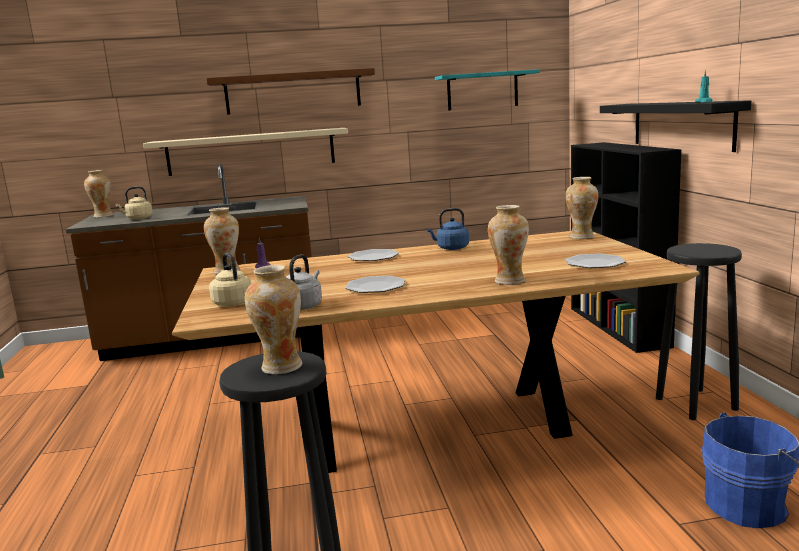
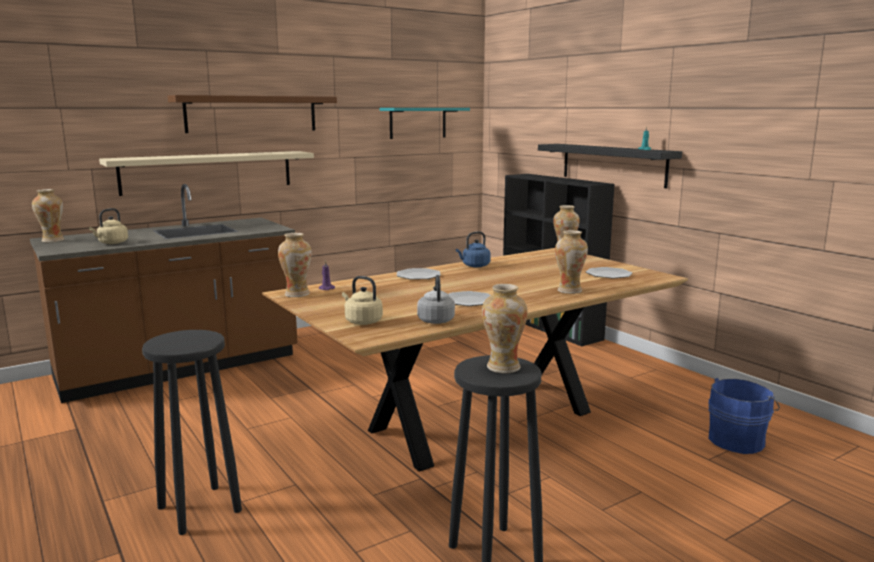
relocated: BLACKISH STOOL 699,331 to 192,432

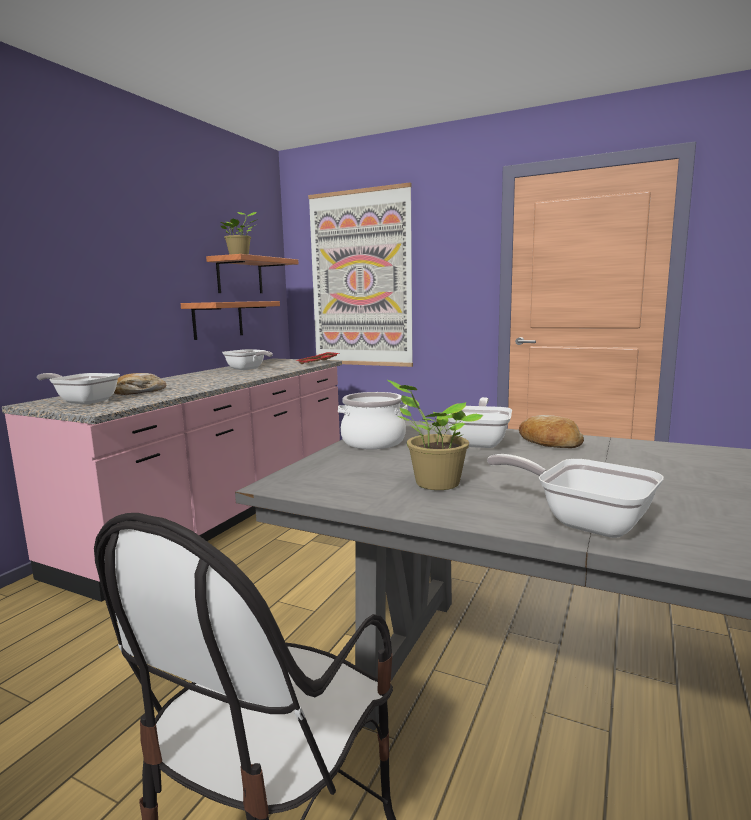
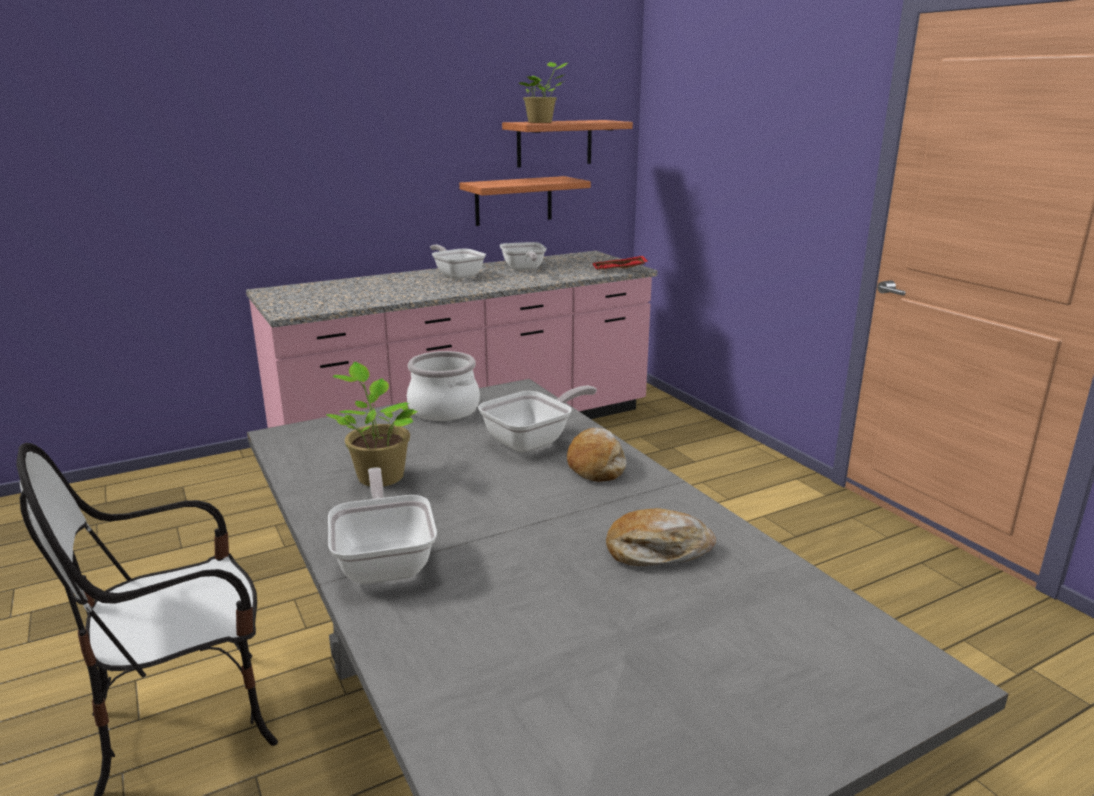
missing: WALL PICTURE 360,274
relocated: FRYING PAN 78,388 to 458,262; BAKERY BREAD 140,384 to 661,537

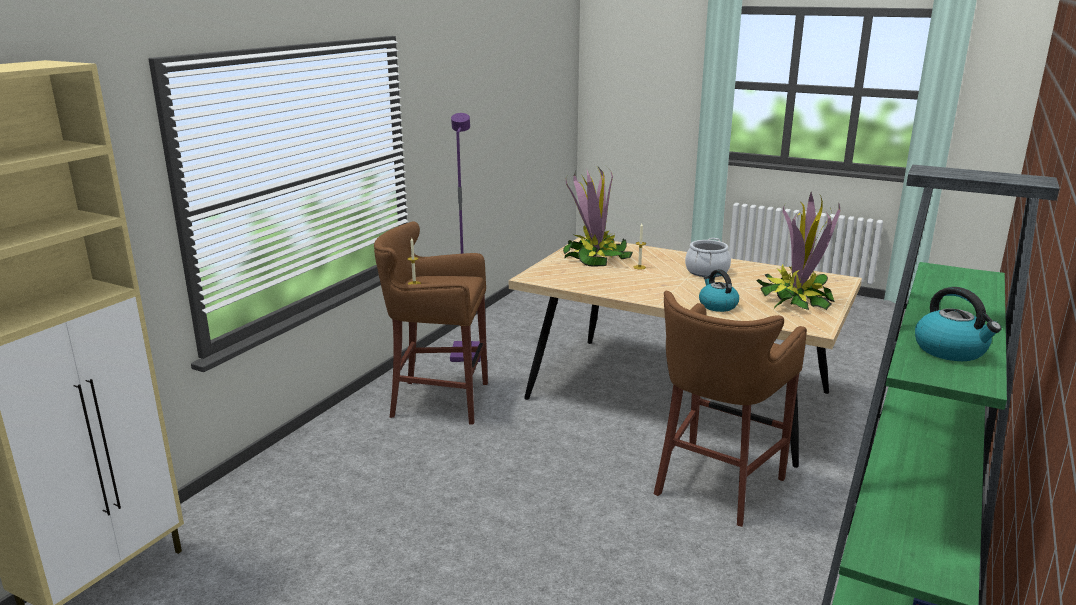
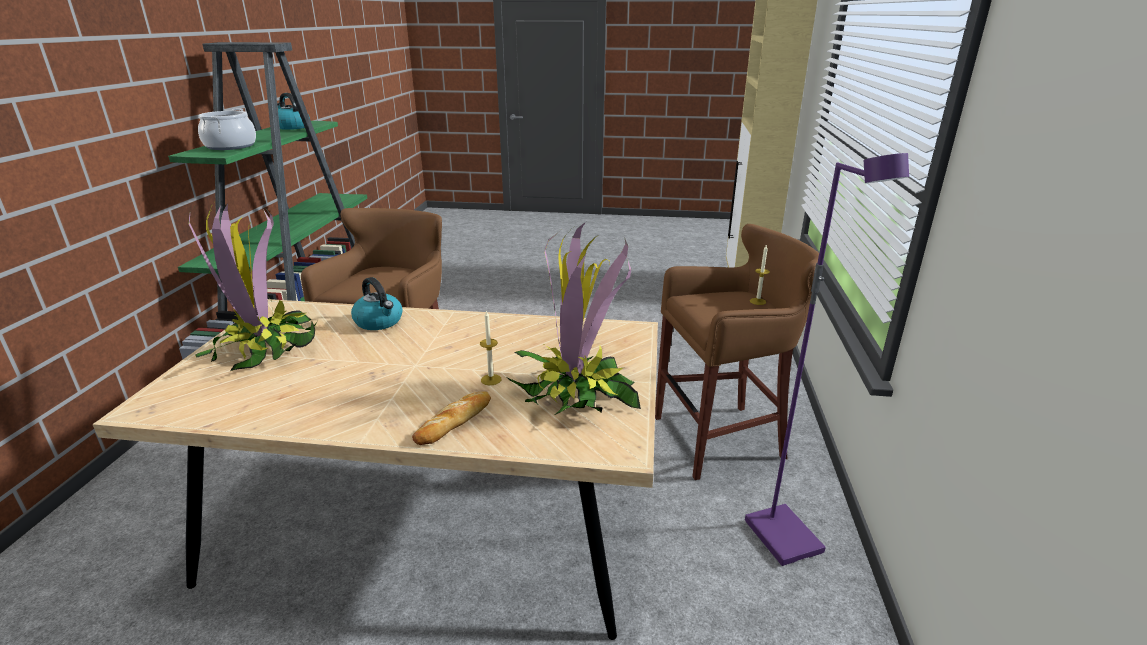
appeared: BAKERY BREAD 451,418
relocated: SAUCEPOT 708,257 to 227,129

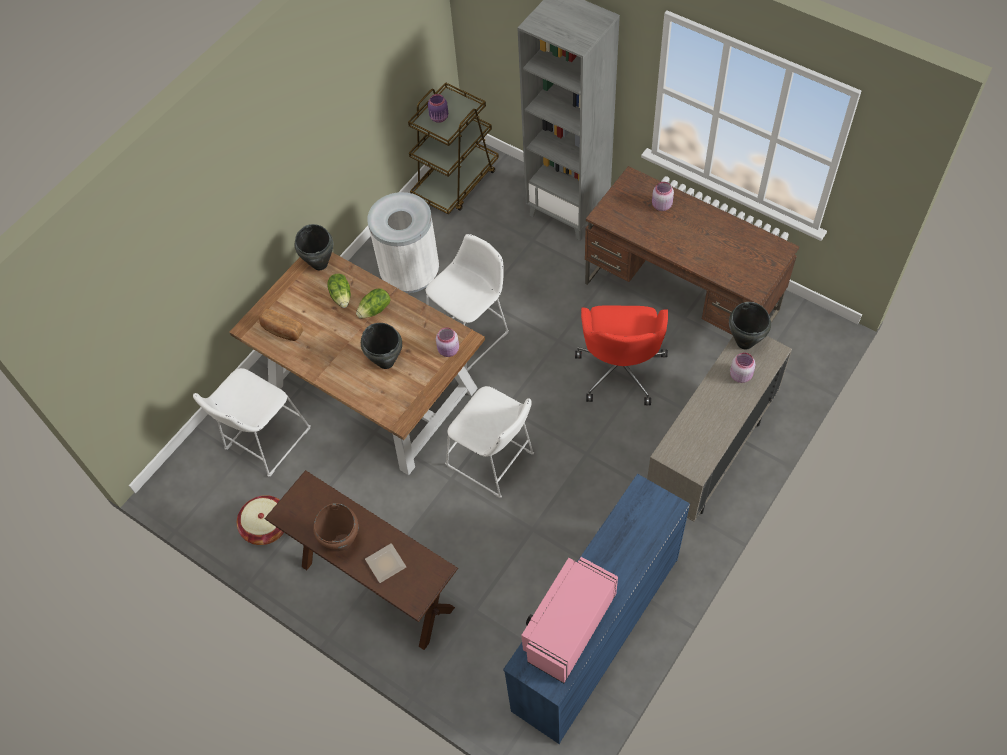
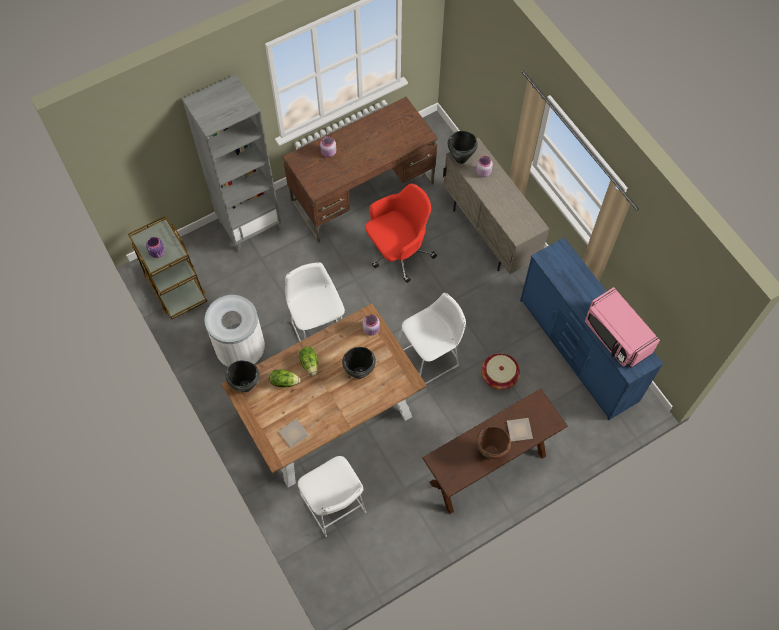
relocated: STORAGE BASKET 260,520 to 501,371
exchanged: BAKERY BREAD 281,325 to FLAT DISH 293,433
spun: REDDISH DESK CHAIR 621,355 = 401,233 60 degrees counterclockwise

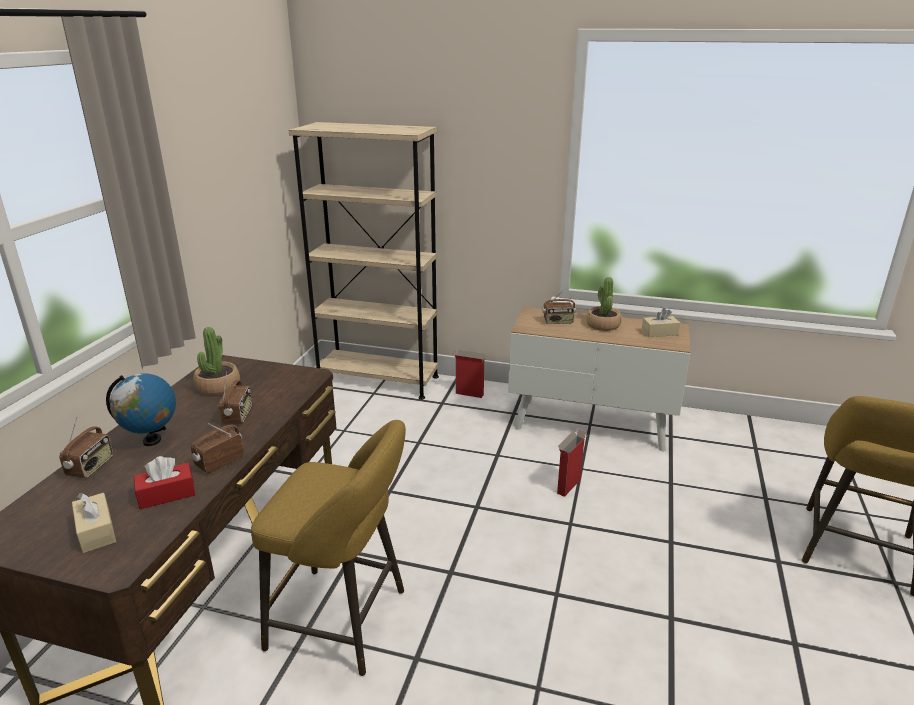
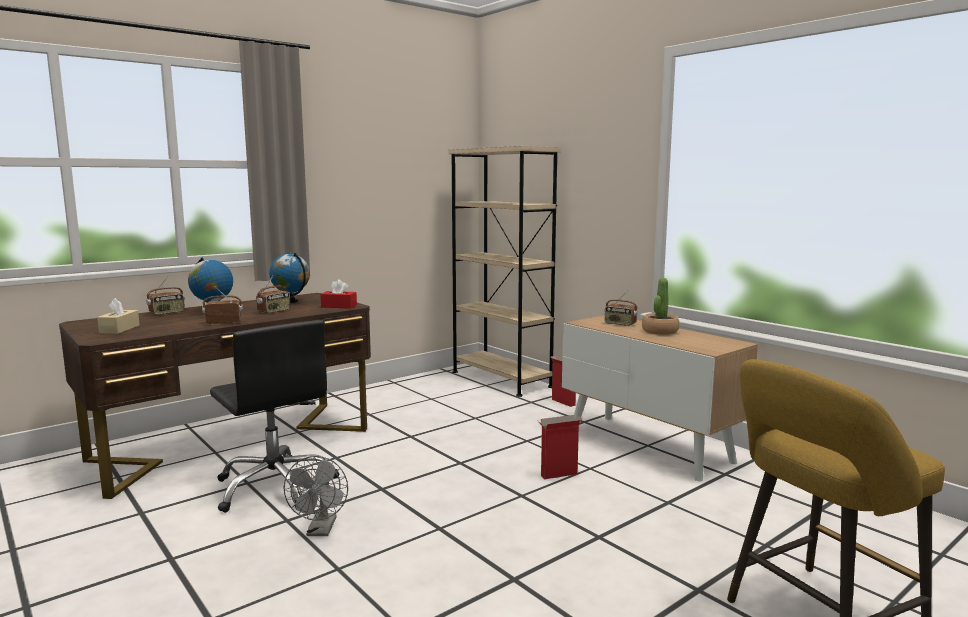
missing: BEIGE-COLOURED TISSUE HOLDER 661,322
appeared: GRAY COOLING FAN 316,496
relocated: REDDISH TISSUE HOLDER 164,482 to 338,294
exchanged: YELLOWISH STOOL 328,548 to BLACKISH DESK CHAIR 274,416; POTTED PLANT 216,361 to DESK GLOBE 289,278

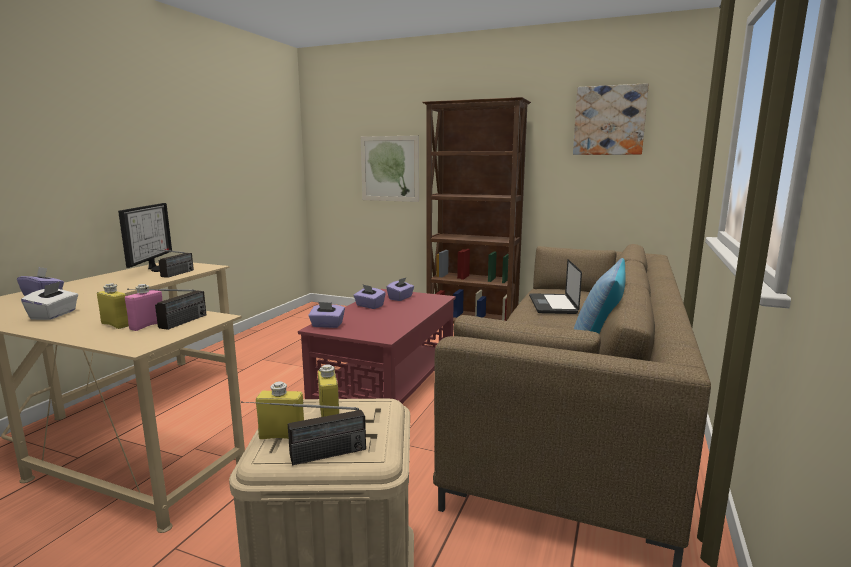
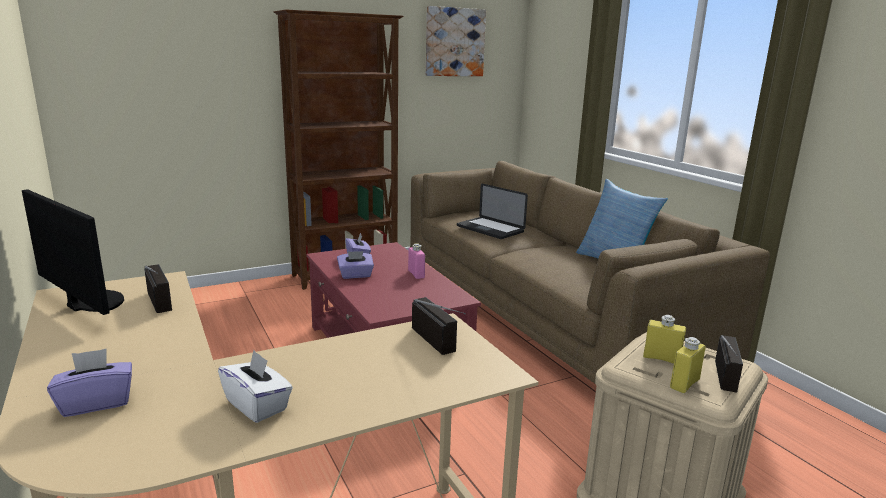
missing: YELLOWISH DRINK BOTTLE 113,306; PURPLE-COLOURED TISSUE HOLDER 326,315; WALL PICTURE 390,168
relocated: PINK DRINK BOTTLE 143,307 to 416,261

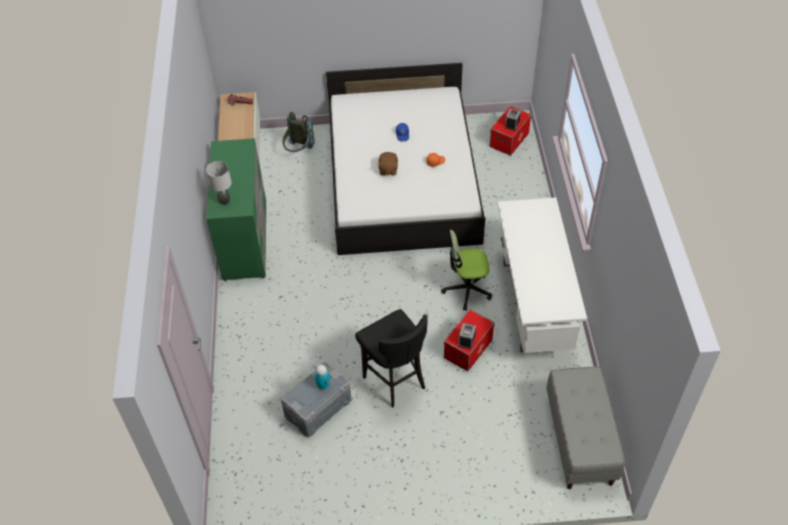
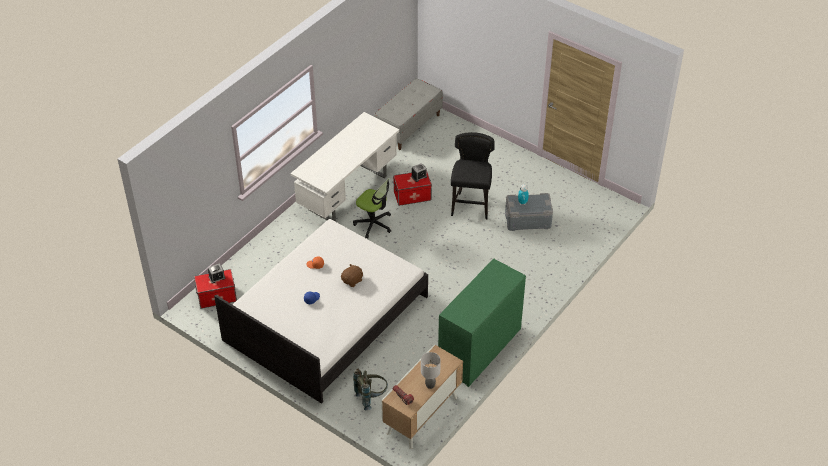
relocated: GRAY TABLETOP LAMP 219,183 to 431,370

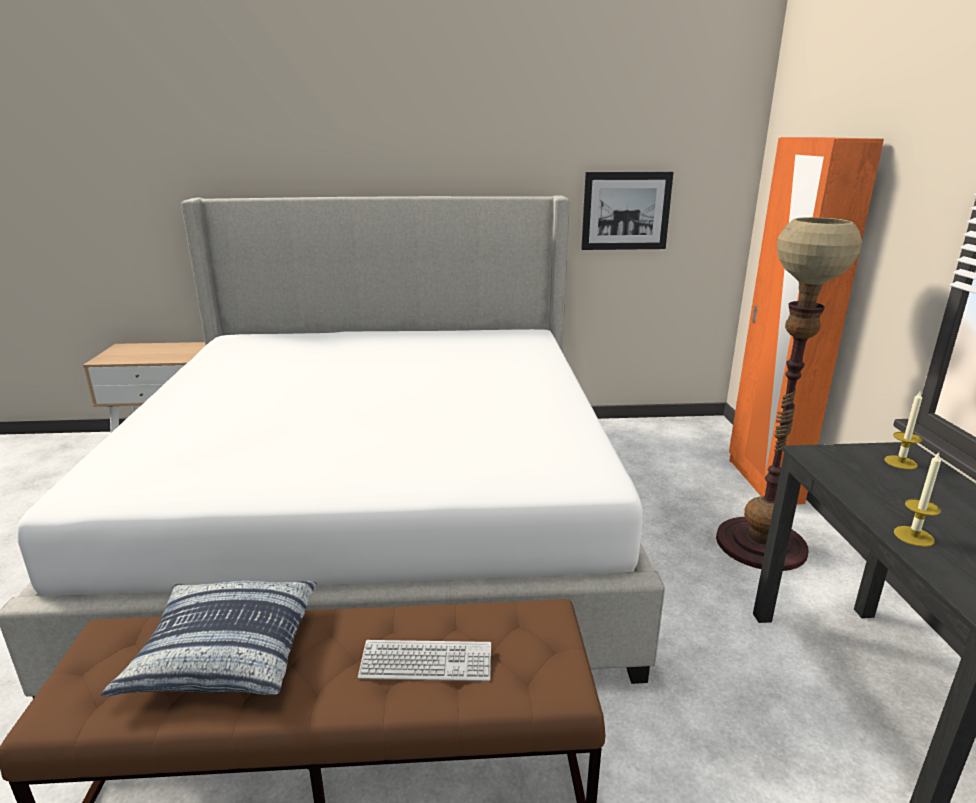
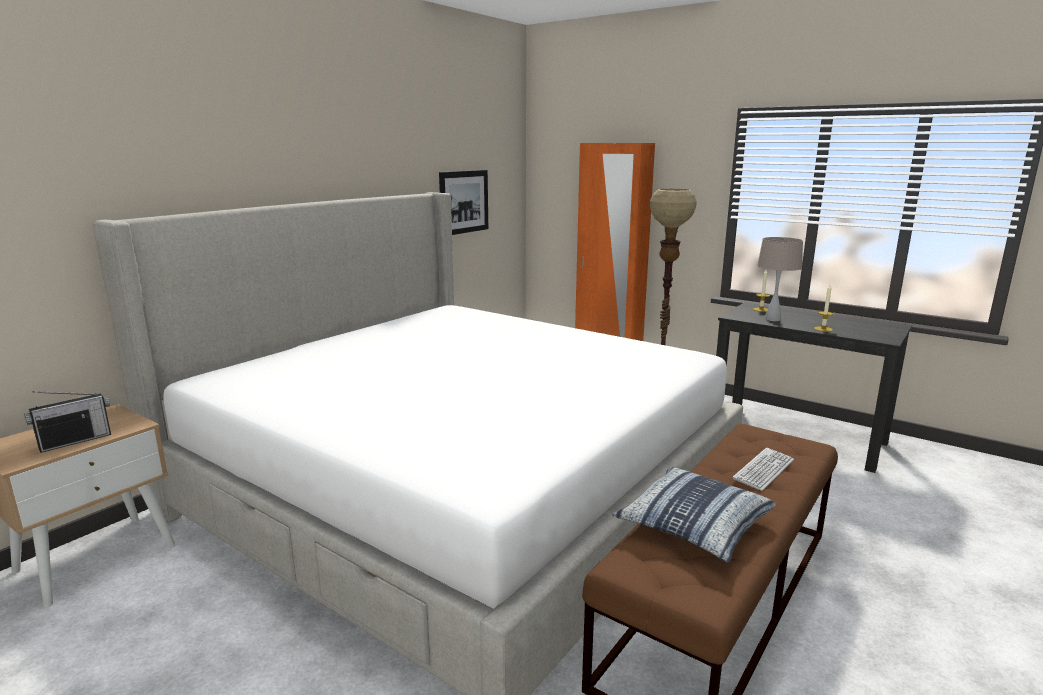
appeared: RADIO 67,422; BEIGE-COLOURED TABLETOP LAMP 780,279

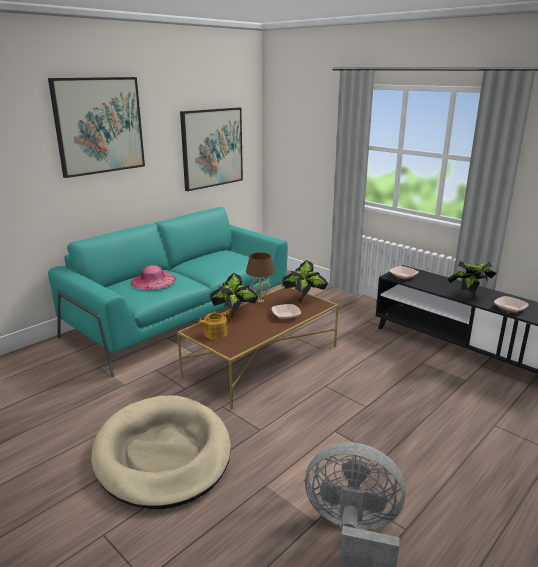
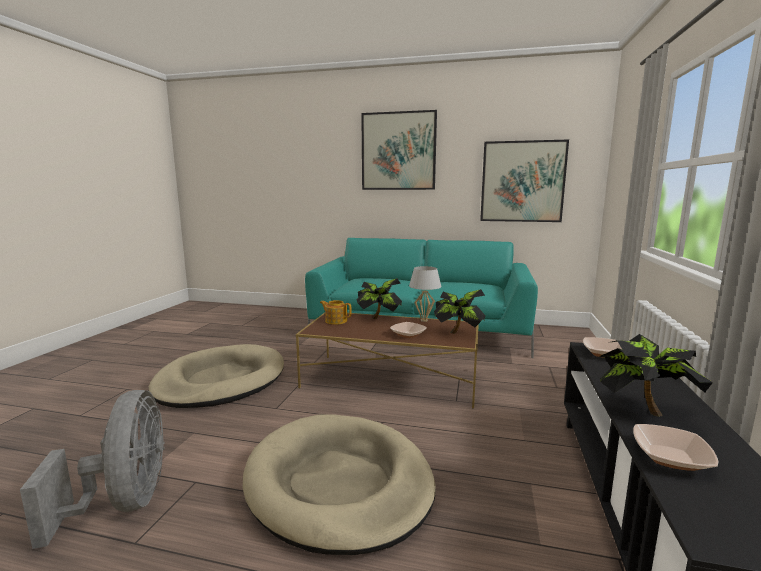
missing: PINK WEARABLE HAT 153,277
appeared: BEIGE-COLOURED DOG CUSHION 339,484
colour: BROWN-COLOURED TABLETOP LAMP 260,278 to WHITISH TABLETOP LAMP 425,294

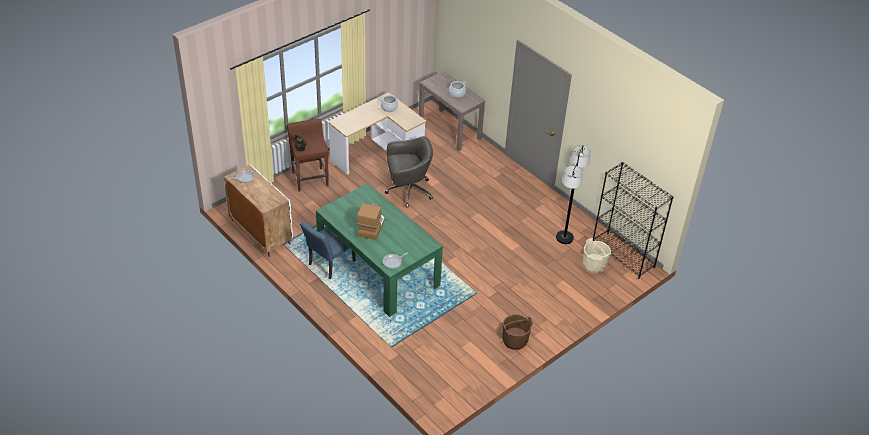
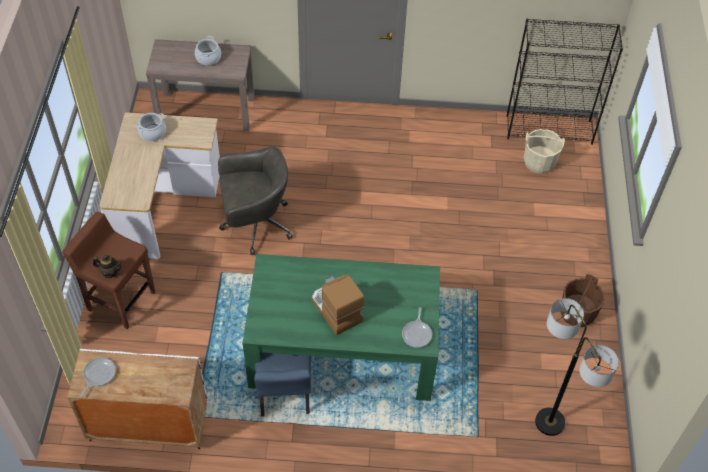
relocated: STANDARD LAMP 573,194 to 577,367
spun: GRAY DESK CHAIR 409,172 = 255,200 45 degrees clockwise

